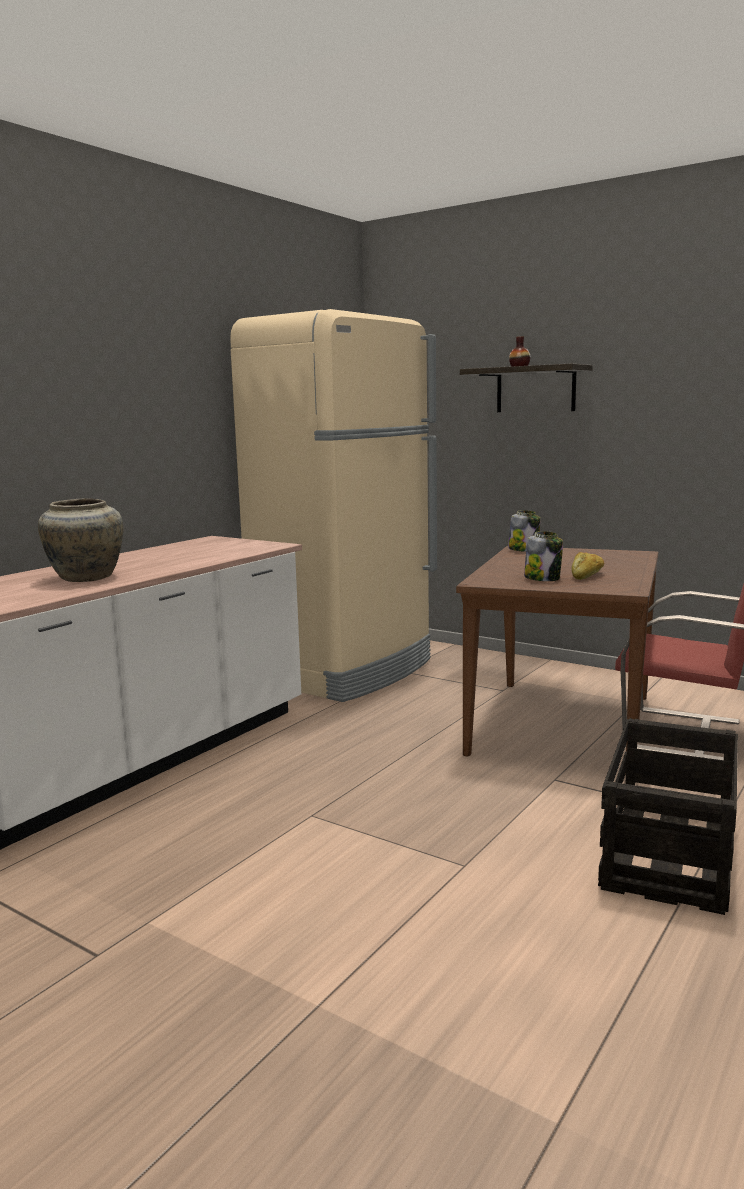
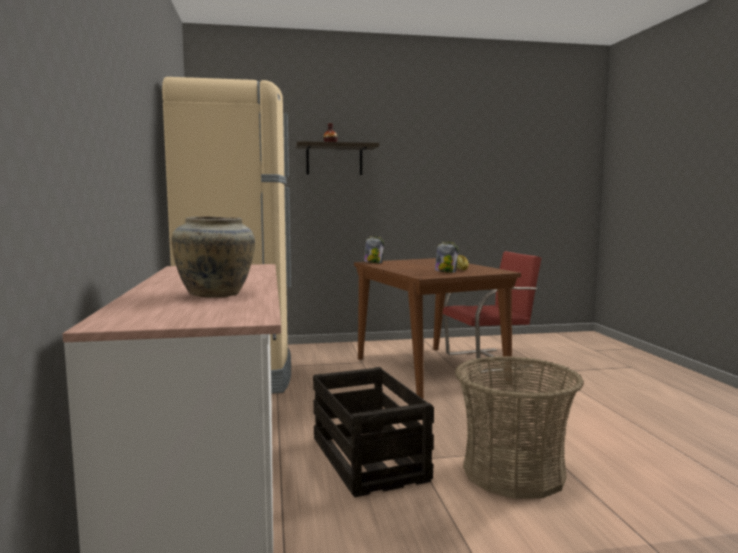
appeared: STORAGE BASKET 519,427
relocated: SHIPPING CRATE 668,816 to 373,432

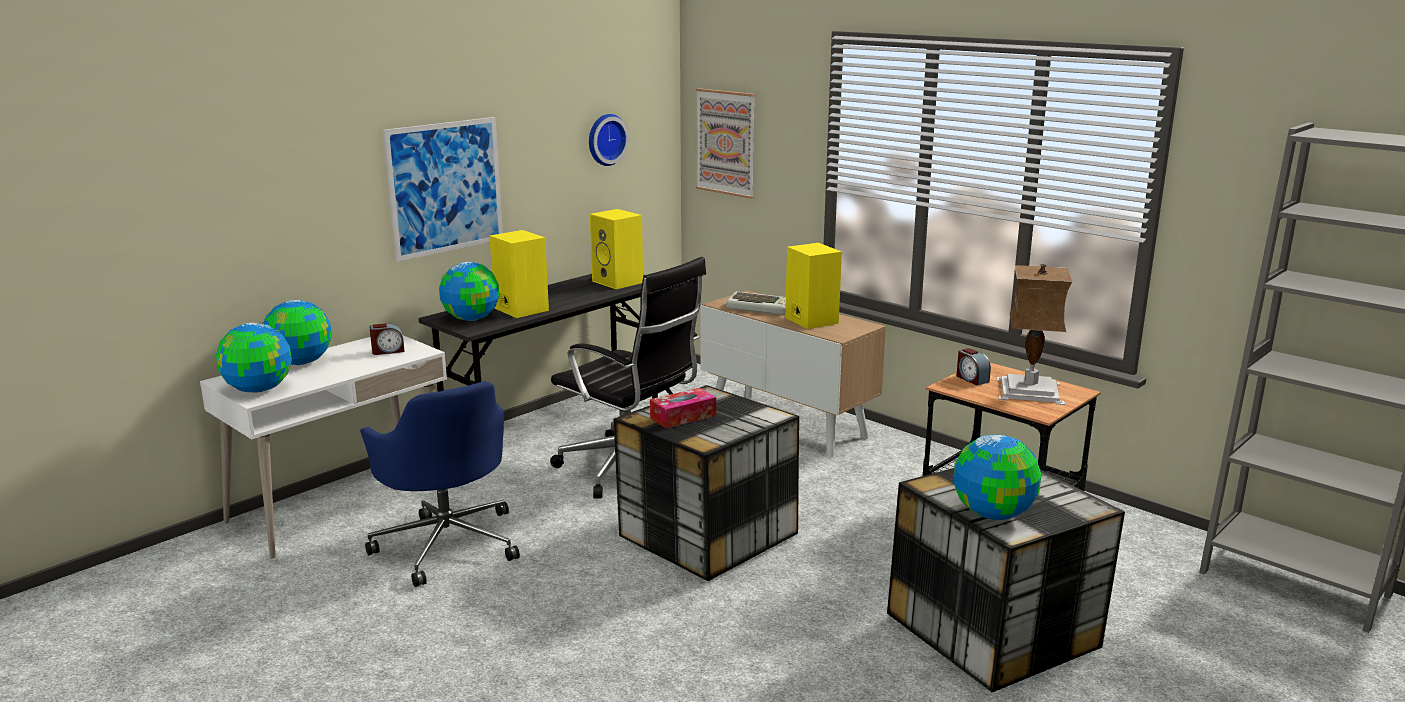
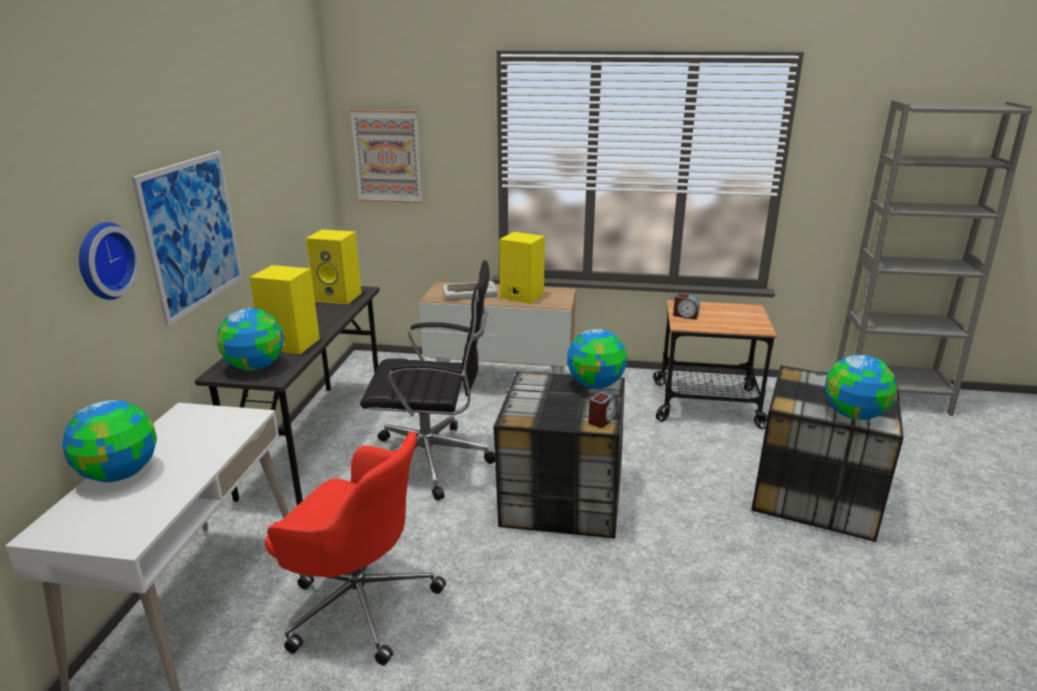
missing: TISSUE HOLDER 683,408; TABLETOP LAMP 1034,334
relocated: HANGING CLOCK 609,140 to 109,261; DESK GLOBE 254,358 to 597,359; ALARM CLOCK 387,339 to 603,410
colour: BLUE DESK CHAIR 440,484 to REDDISH DESK CHAIR 355,548

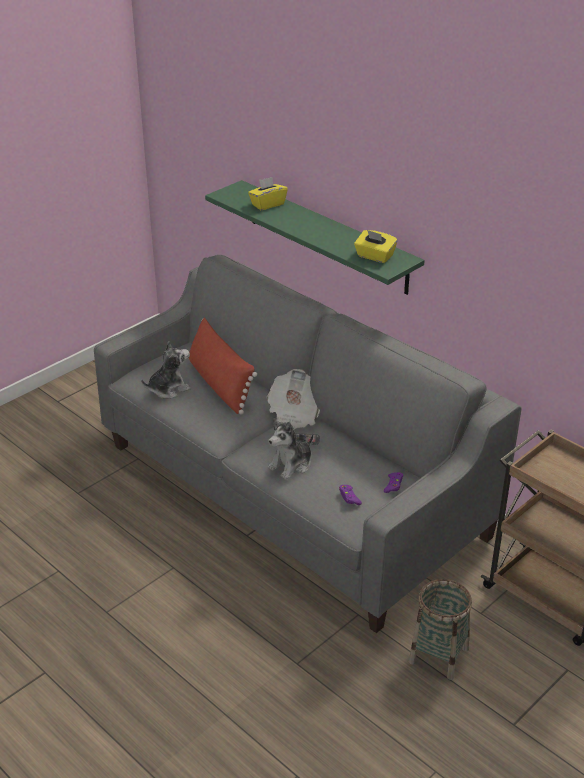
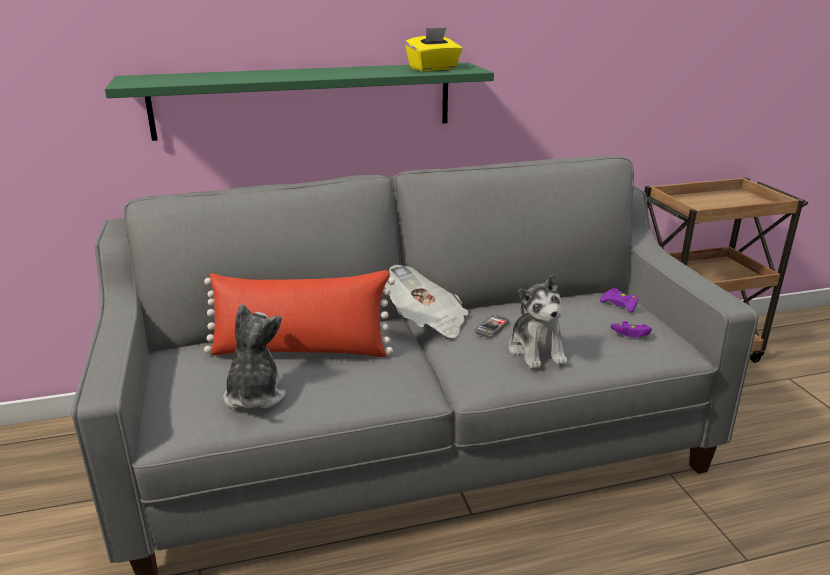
missing: YELLOWISH TISSUE HOLDER 268,194; STORAGE BASKET 440,629

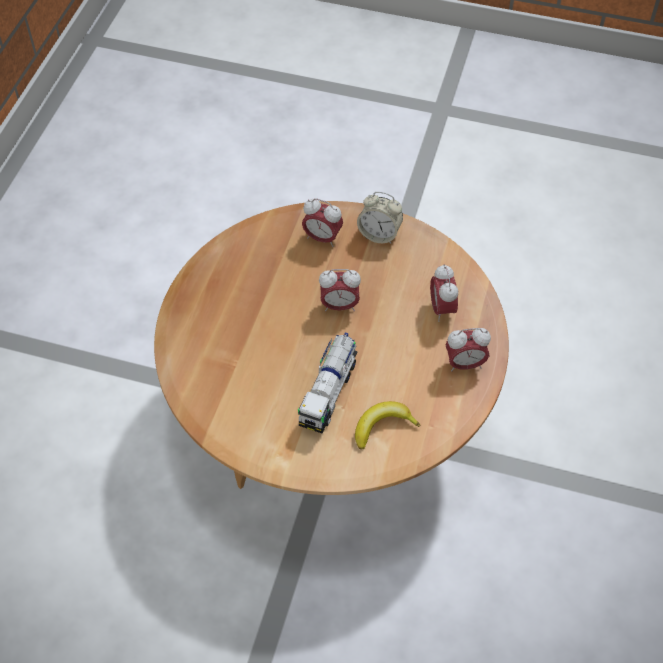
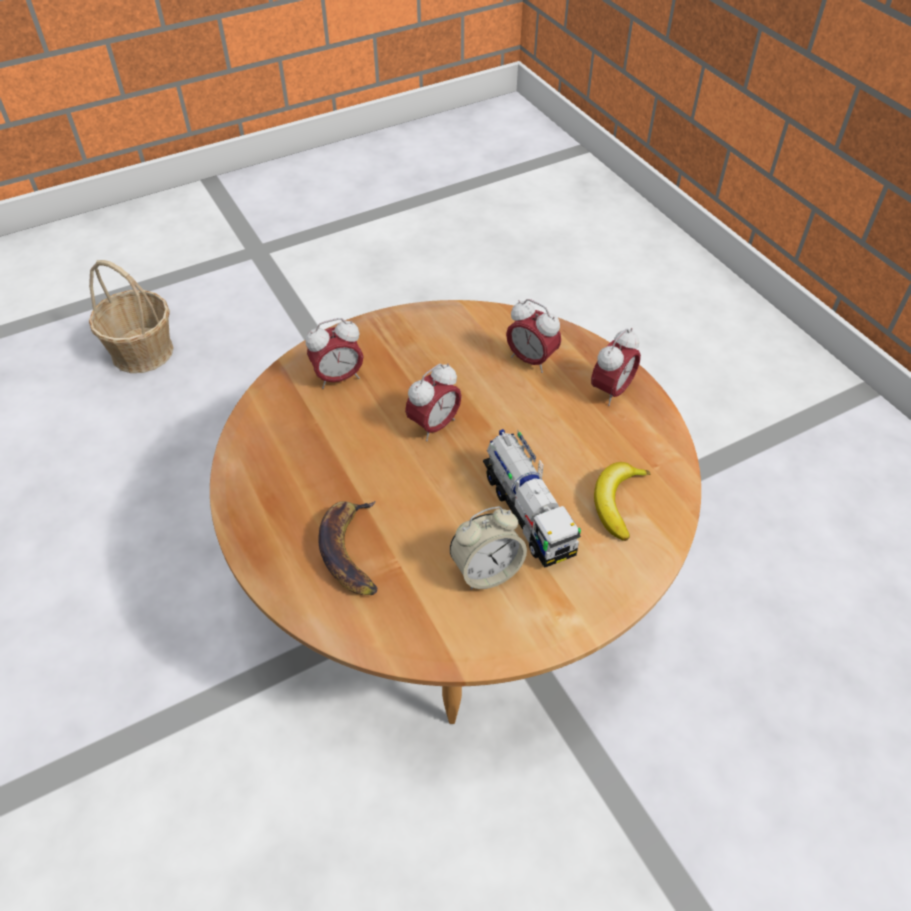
appeared: STORAGE BASKET 131,316; BANANA 348,548
relocated: ALARM CLOCK 380,218 to 488,548

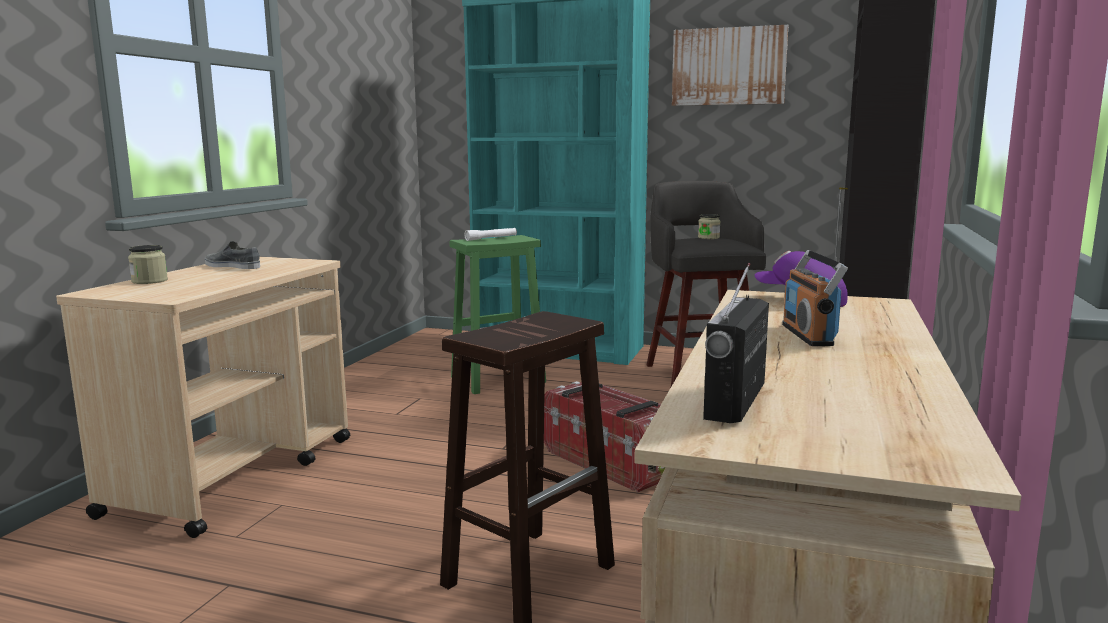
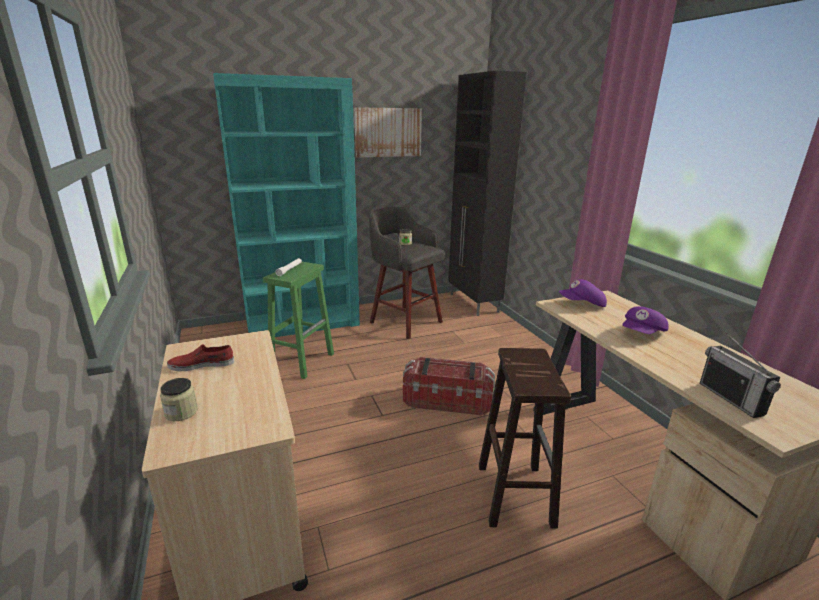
exchanged: RADIO 815,298 to PURPLE-COLOURED PEAKED CAP 645,320
colour: GRAY LOW SHOE 232,255 to REDDISH LOW SHOE 200,357

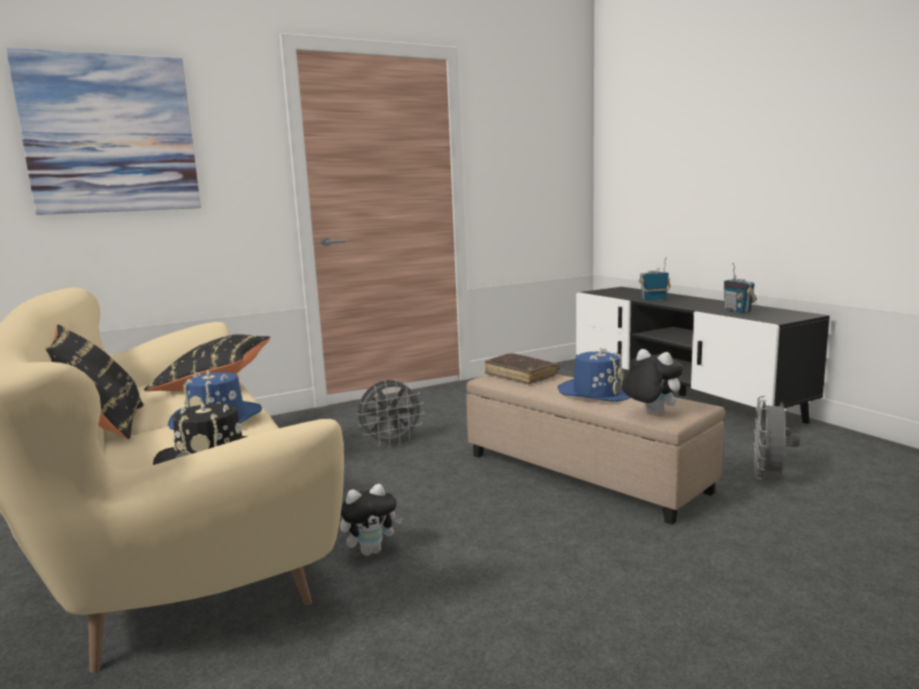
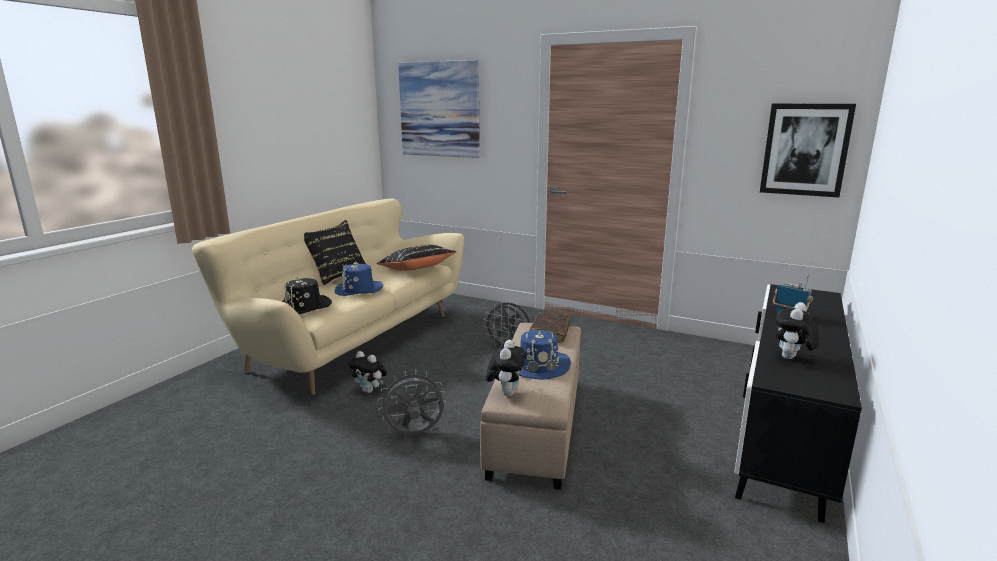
appeared: WALL PICTURE 808,150
relocated: GRAY COOLING FAN 777,438 to 412,402
exchanged: RADIO 740,288 to PLUSH TOY 797,330

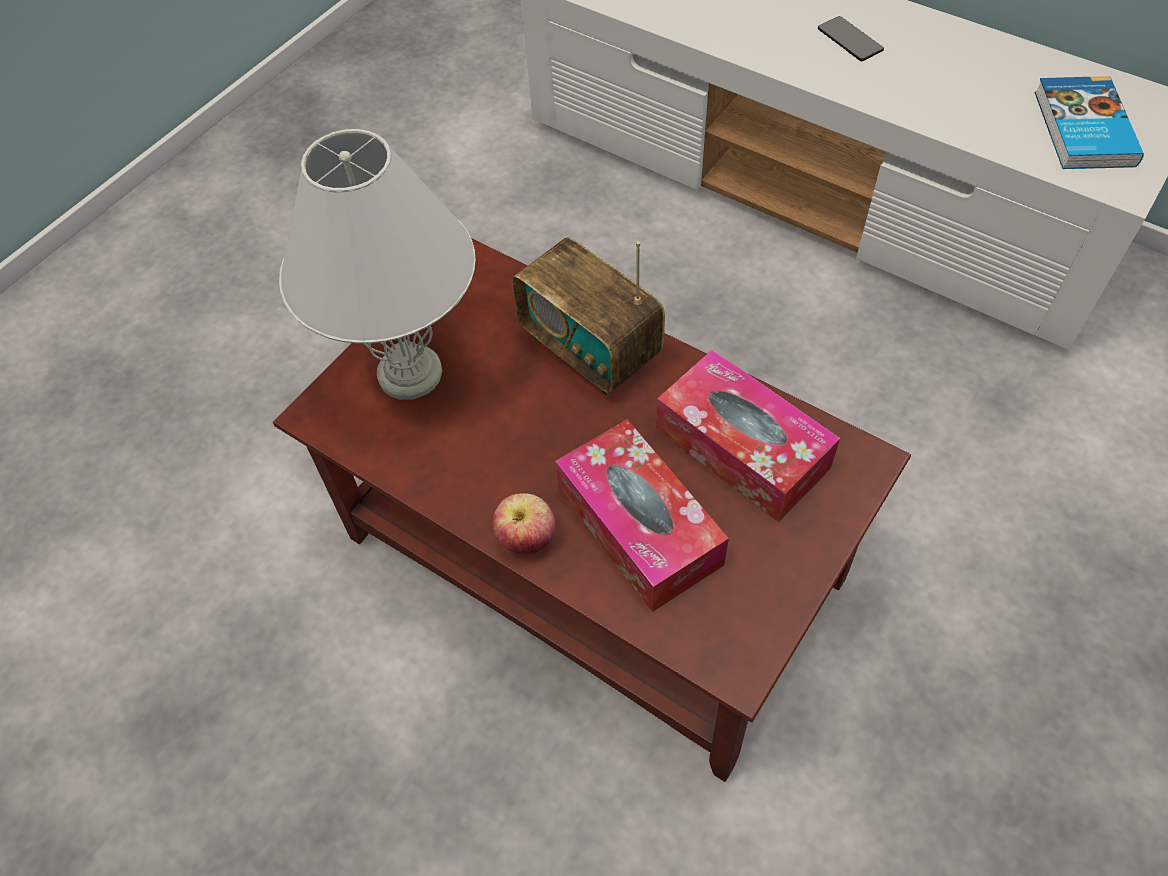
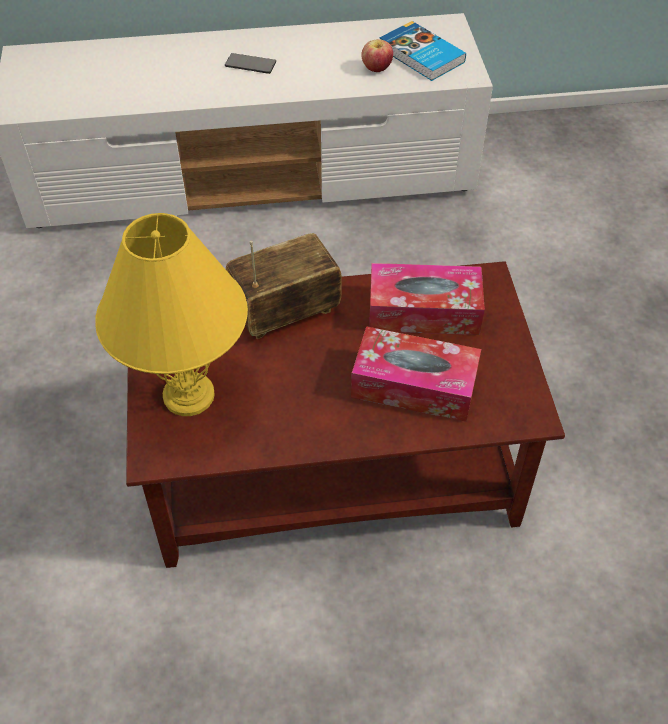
relocated: APPLE FRUIT 524,523 to 377,55
colour: WHITISH TABLETOP LAMP 377,264 to YELLOWISH TABLETOP LAMP 171,314
spun: RADIO 589,317 = 284,286 150 degrees clockwise

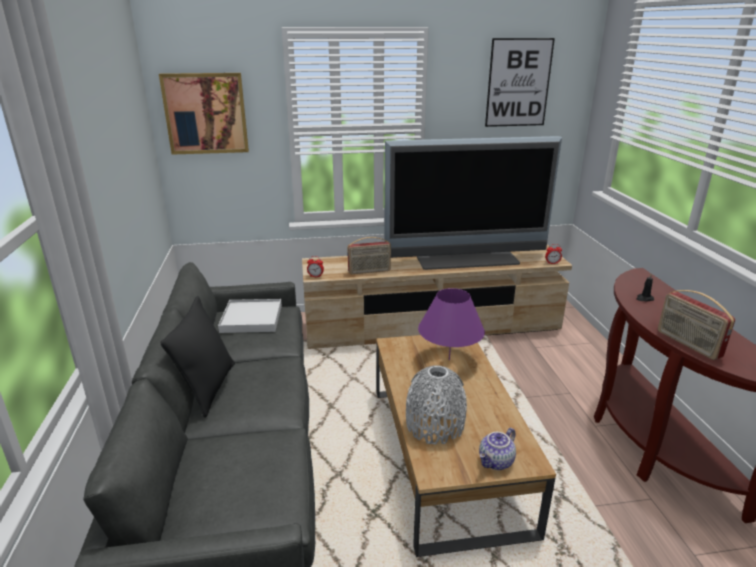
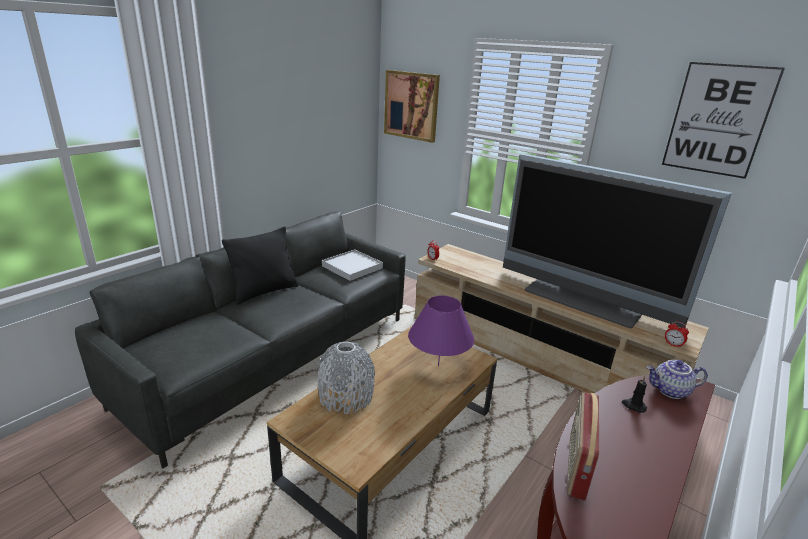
missing: RADIO 369,255
relocated: TEA POT 497,449 to 677,379

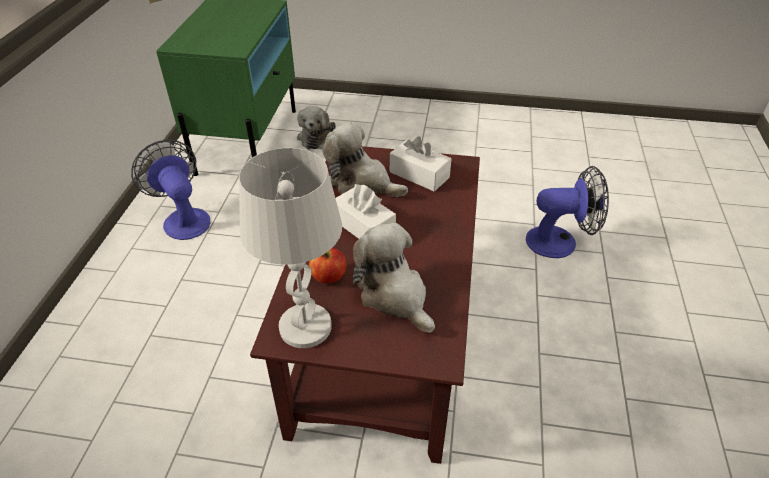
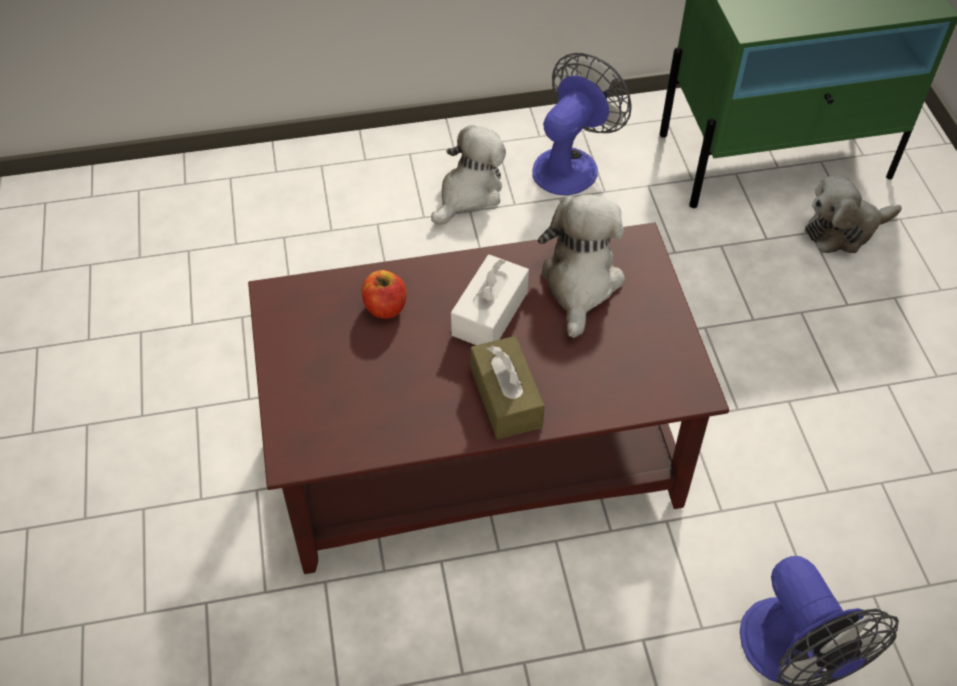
missing: WHITISH TABLETOP LAMP 290,248; WHITISH TISSUE HOLDER 420,164
appeared: BROWN-COLOURED TISSUE HOLDER 508,387
relocated: PLUSH TOY 394,278 to 468,175

